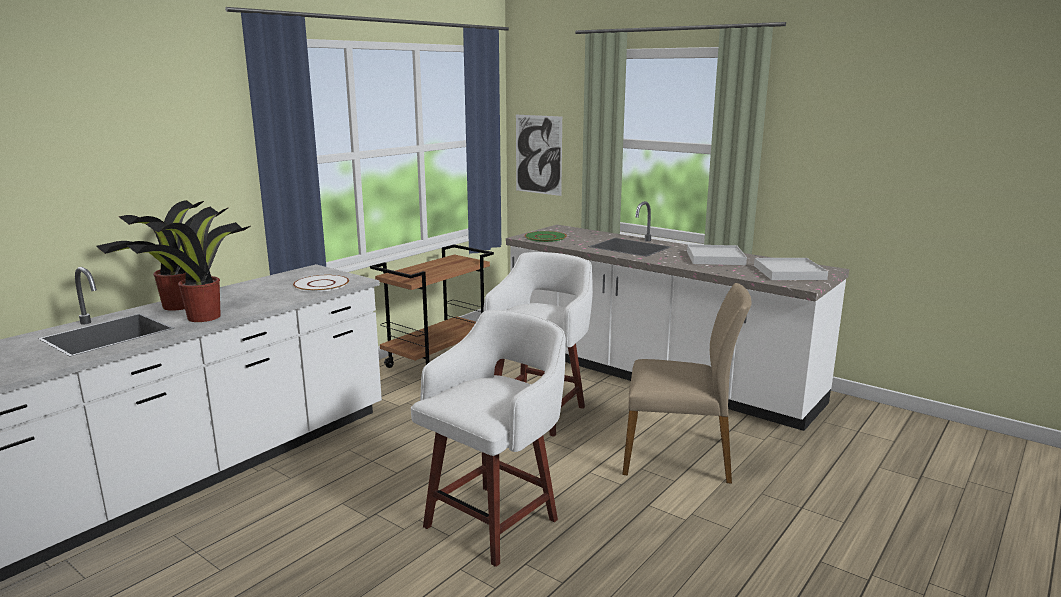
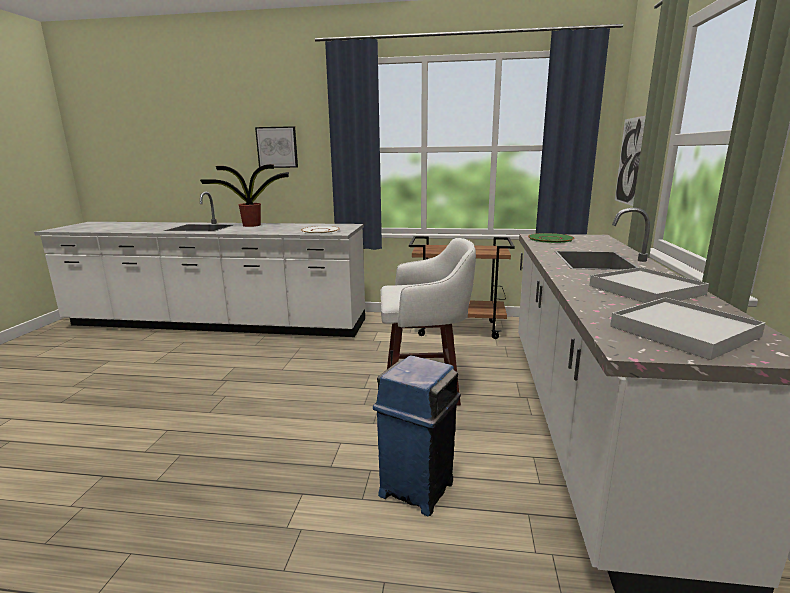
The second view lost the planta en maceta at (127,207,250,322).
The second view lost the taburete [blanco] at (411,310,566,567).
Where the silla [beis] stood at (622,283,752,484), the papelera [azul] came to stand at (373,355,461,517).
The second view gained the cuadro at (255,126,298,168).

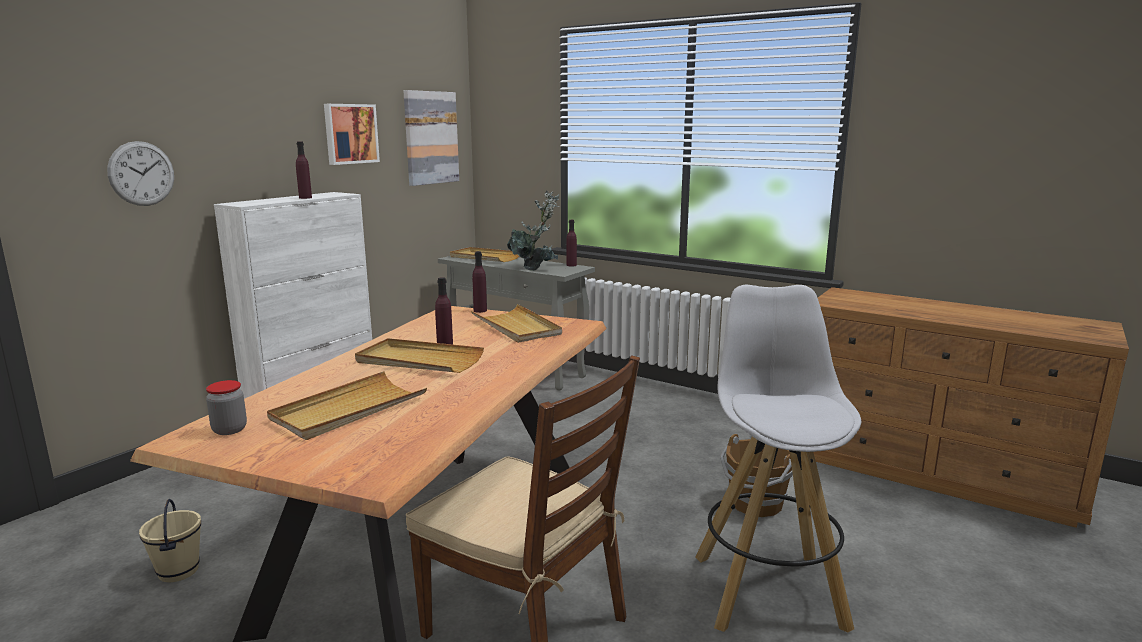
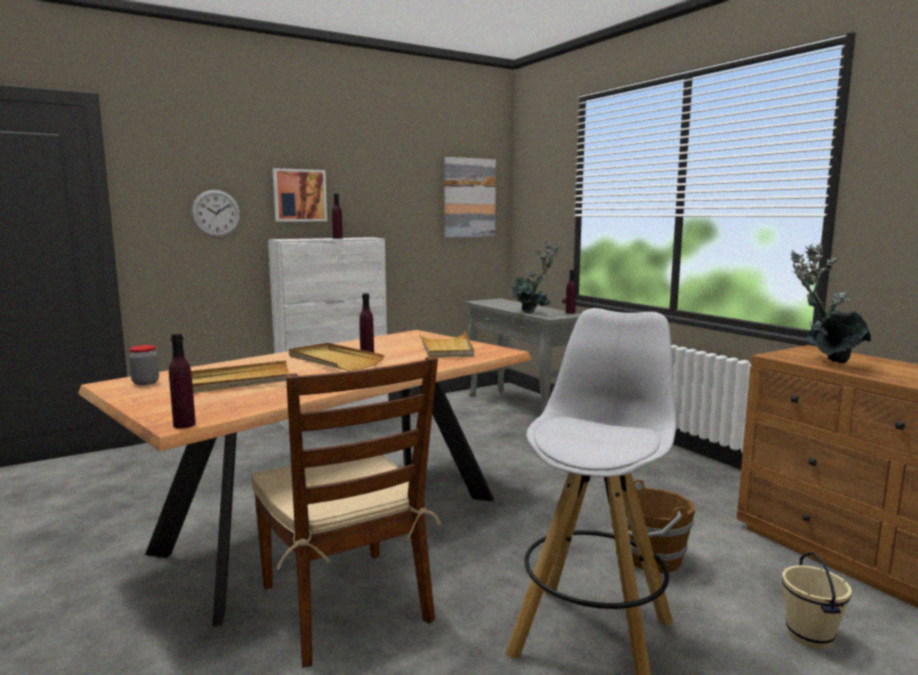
The cubo [beis] ended up elsewhere, having gone from (139,499,201,582) to (782,552,852,649).
The cuadro ended up elsewhere, having gone from (324,104,380,165) to (273,168,327,222).
The second view lost the bandeja [beis] at (450,247,519,262).
The botella [morado] ended up elsewhere, having gone from (472,251,487,313) to (169,333,196,429).
The second view gained the planta en maceta at (790,243,871,363).

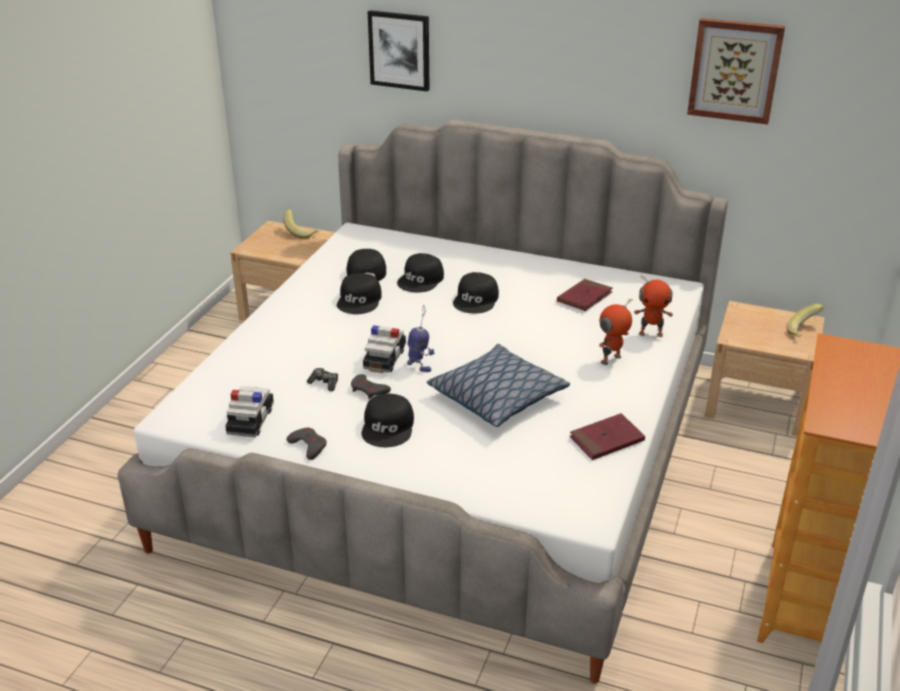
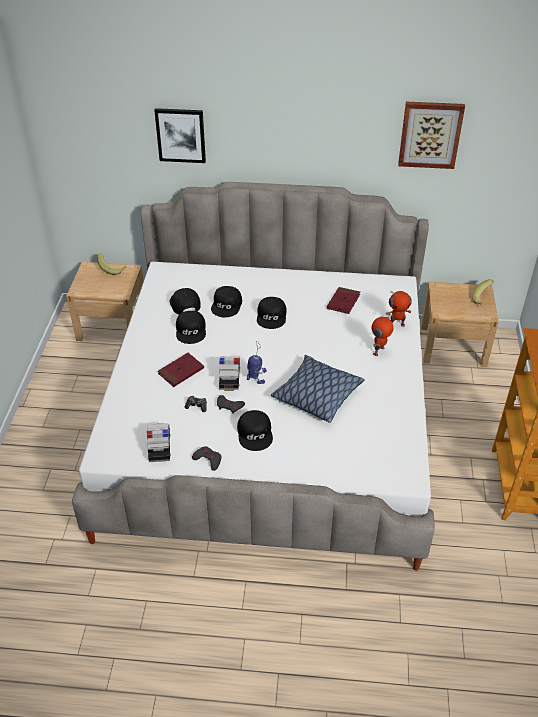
The libro [rojo] ended up elsewhere, having gone from (570,413,645,460) to (158,353,204,387).

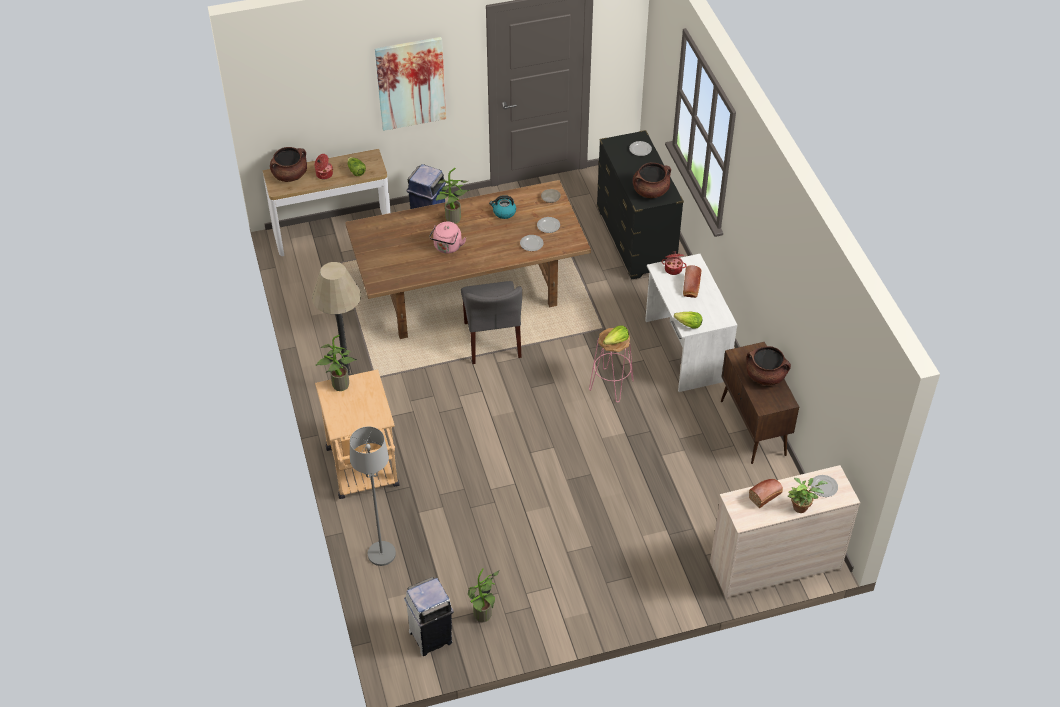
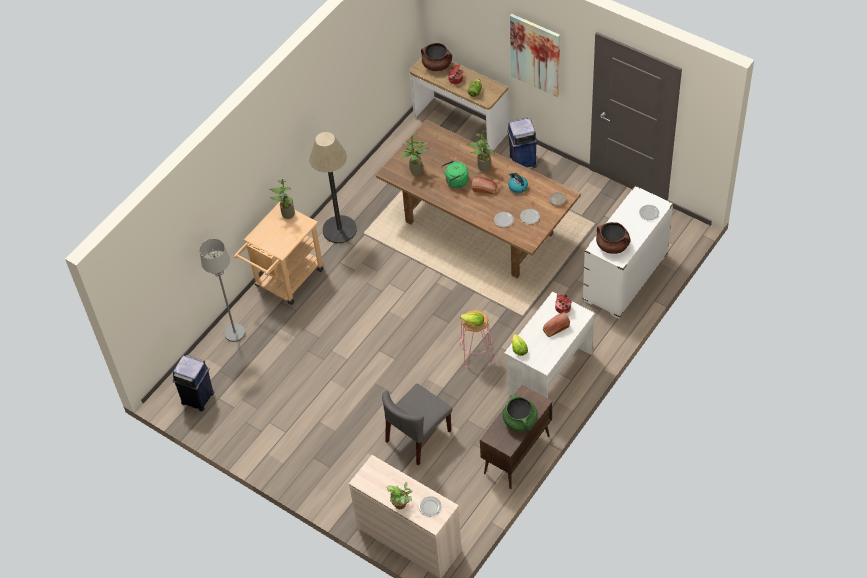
What was the papelera [blanco] at (404,577,454,656) turned into the papelera [azul] at (172,355,214,411).
What was the hervidor [rosa] at (429,222,466,254) turned into the hervidor [verde] at (441,161,469,188).
The silla [gris] ended up elsewhere, having gone from (461,281,522,364) to (382,384,452,466).
The planta en maceta ended up elsewhere, having gone from (468,568,499,622) to (401,132,429,175).
What was the cómoda [negro] at (597,130,684,280) turned into the cómoda [blanco] at (582,185,674,319).
What was the olla [marrón] at (746,346,791,385) turned into the olla [verde] at (503,394,538,432).
The pan ended up elsewhere, having gone from (749,479,783,508) to (472,177,498,194).

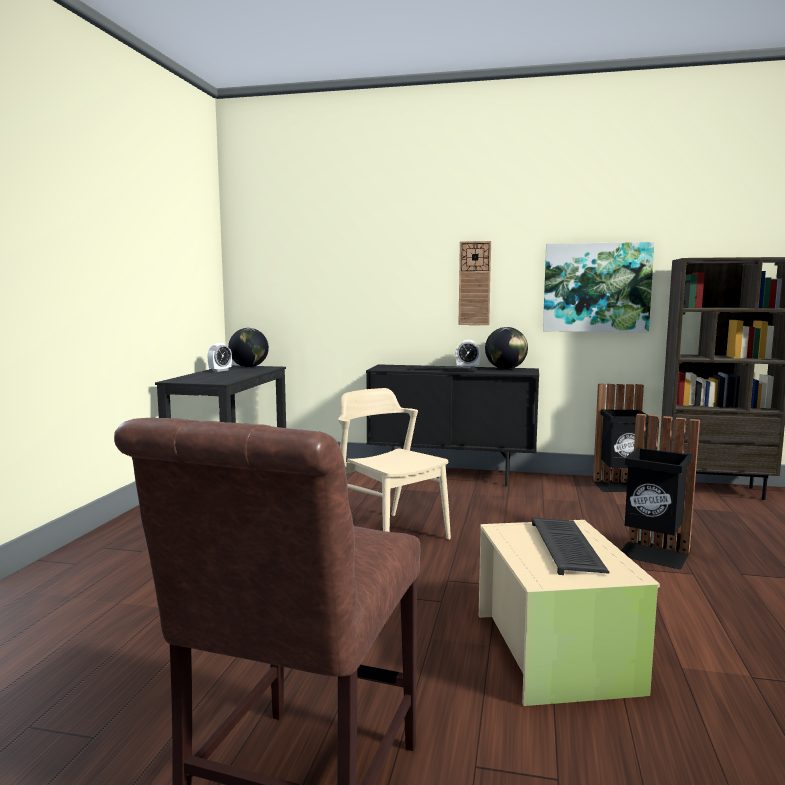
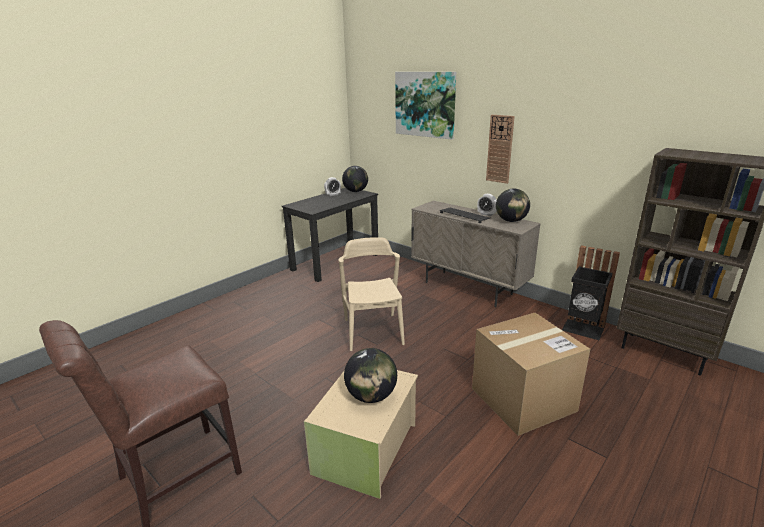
What was the armario [negro] at (366,364,539,486) turned into the armario [beis] at (411,201,541,307).
Where the teclado stood at (532,518,610,575), the globo terráqueo came to stand at (344,348,397,403).
The cuadro ended up elsewhere, having gone from (543,242,654,333) to (395,72,456,140).
Where the papelera [negro] stood at (621,413,700,570), the caja de cartón came to stand at (472,313,590,436).

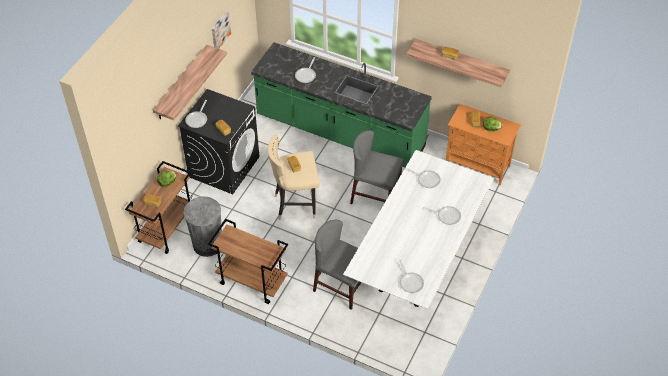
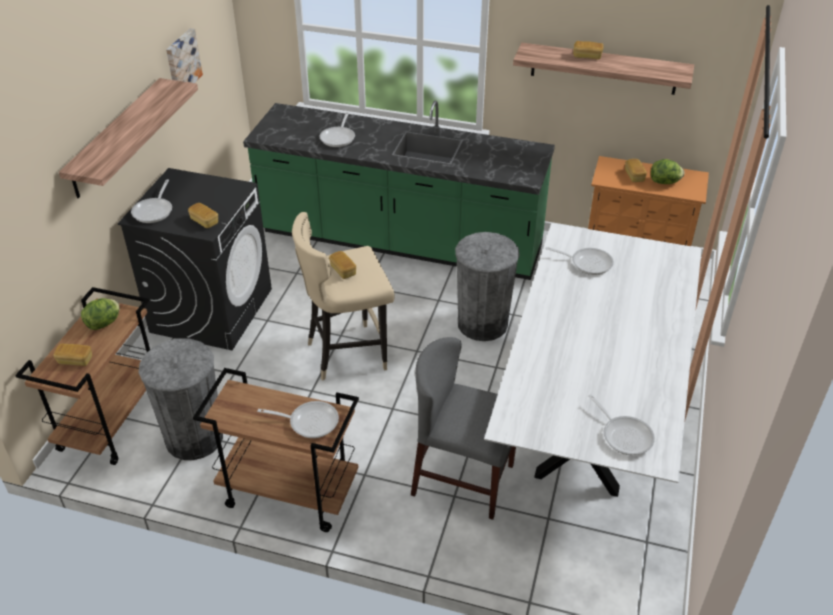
Where the silla [gris] stood at (350,130,404,204), the papelera [gris] came to stand at (455,232,520,341).
The sartén ended up elsewhere, having gone from (423,206,461,225) to (257,401,339,438).

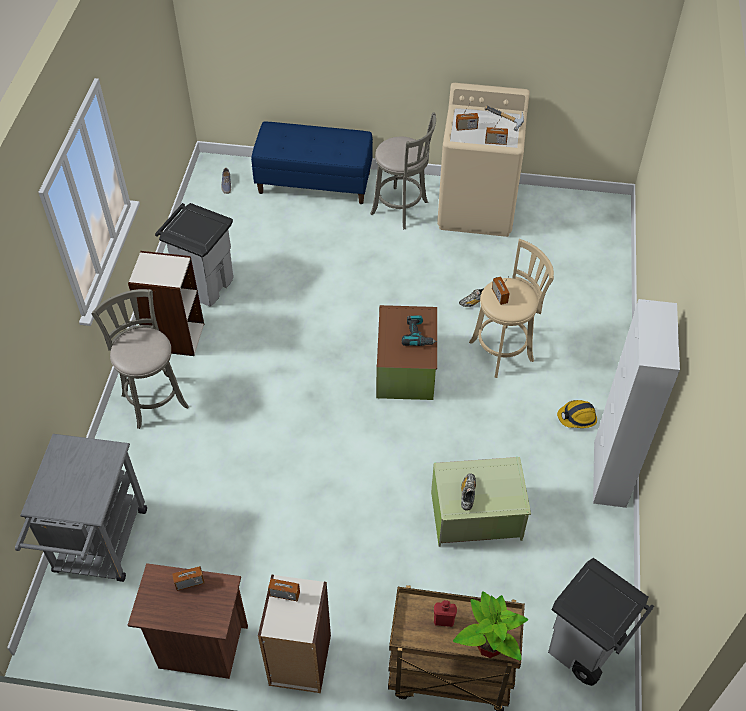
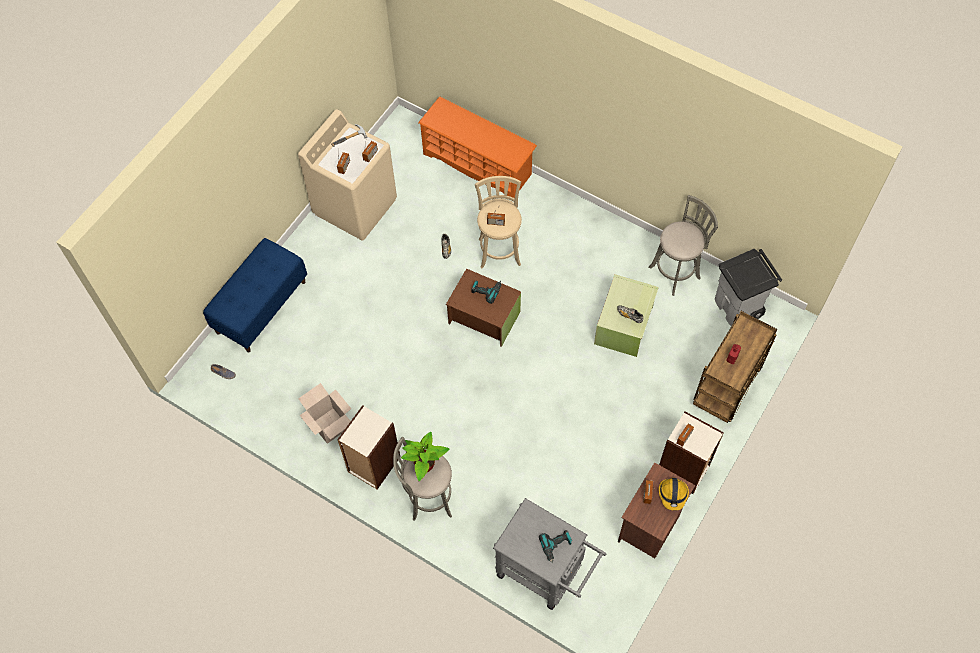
Where the papelera [gris] stood at (155,203,233,307), the caja de cartón came to stand at (298,383,351,444).
The taburete [gris] ended up elsewhere, having gone from (370,112,436,229) to (649,195,718,296).
The planta en maceta ended up elsewhere, having gone from (453,591,528,661) to (401,432,449,481).
The casco ended up elsewhere, having gone from (557,400,597,428) to (658,478,689,511).
The second view lost the armario [blanco] at (593,299,680,508).
The second view gained the zapatero [naranja] at (418,97,537,198).
The second view gained the taladro at (539,530,572,563).

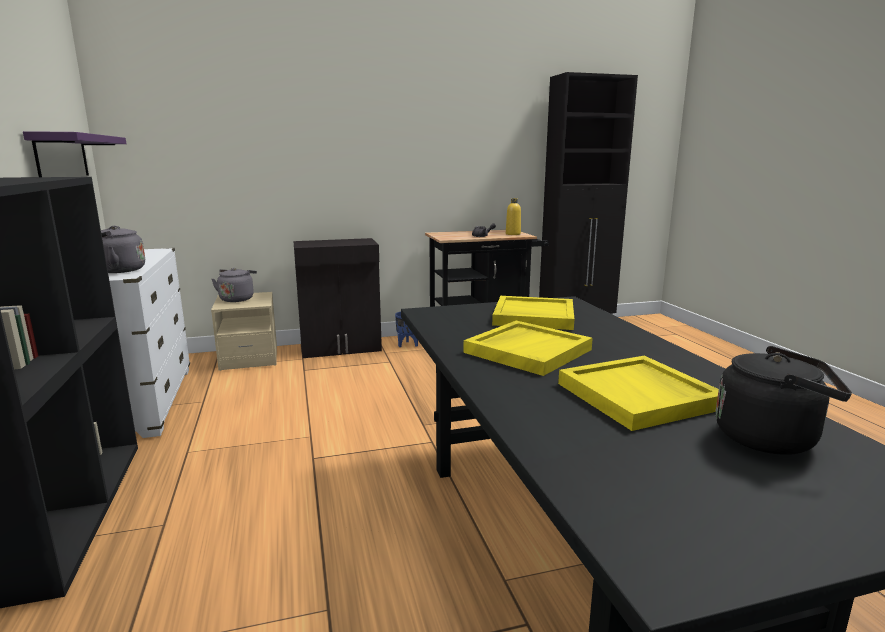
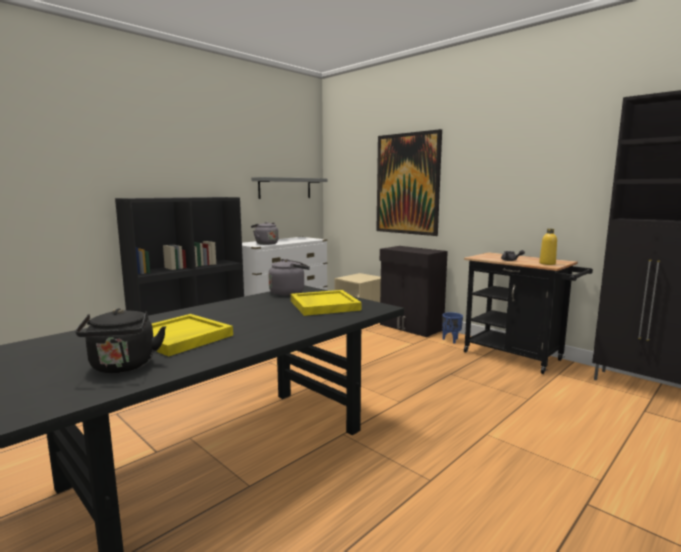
What was the estante [morado] at (23,131,126,177) turned into the estante [gris] at (251,177,328,199).
The hervidor [gris] ended up elsewhere, having gone from (211,268,257,302) to (268,259,310,296).
The second view lost the bandeja [amarillo] at (464,321,593,376).
The second view gained the cuadro at (376,129,442,236).

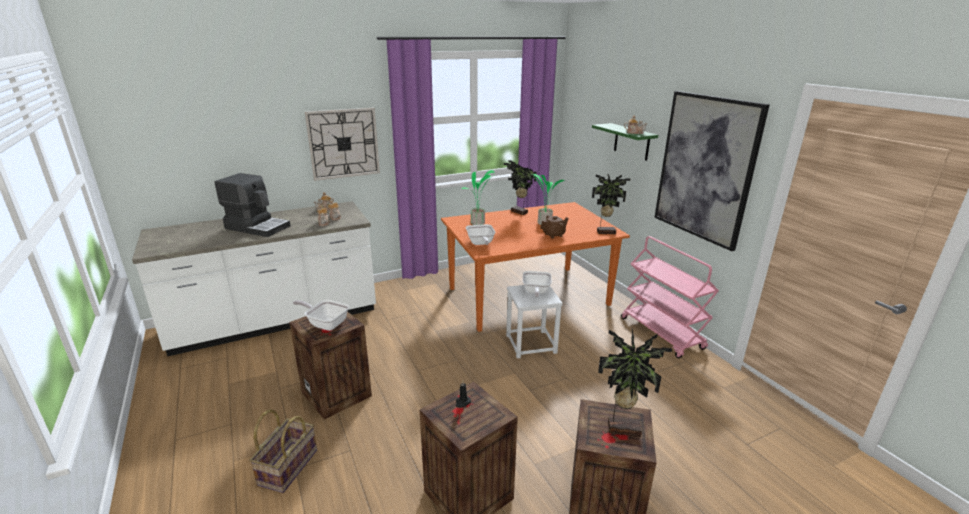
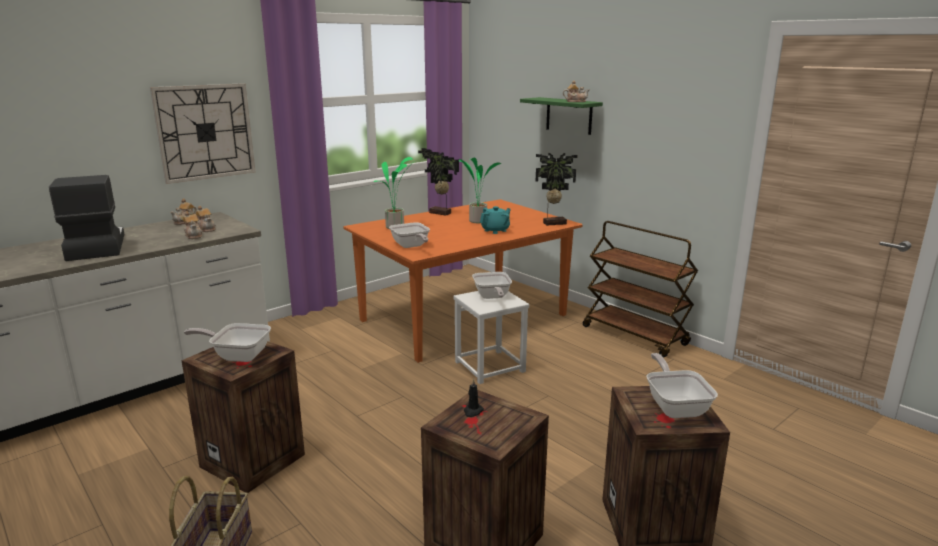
The cafetera at (214,173,291,237) ended up facing another way, 120 degrees counterclockwise from before.
What was the tetera [marrón] at (540,215,569,238) turned into the tetera [turquesa] at (480,206,511,234).
Where the planta en maceta stood at (598,329,672,437), the sartén came to stand at (646,353,718,418).
What was the carrito [rosa] at (621,236,719,358) turned into the carrito [marrón] at (583,221,698,358).
The second view lost the cuadro at (654,91,770,251).

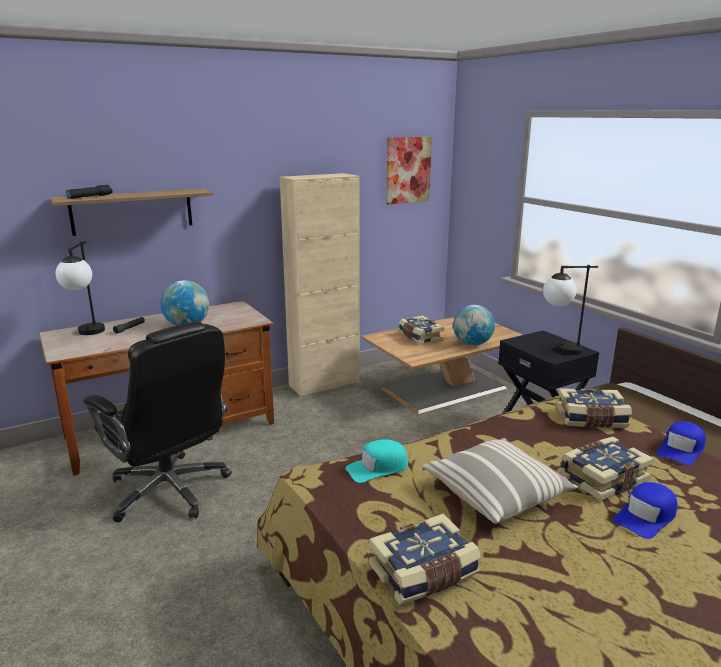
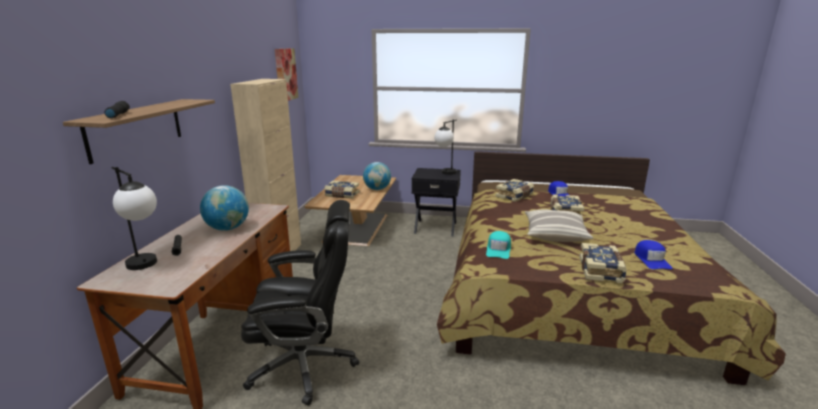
The gorra [azul] ended up elsewhere, having gone from (613,482,677,539) to (634,240,673,269).

